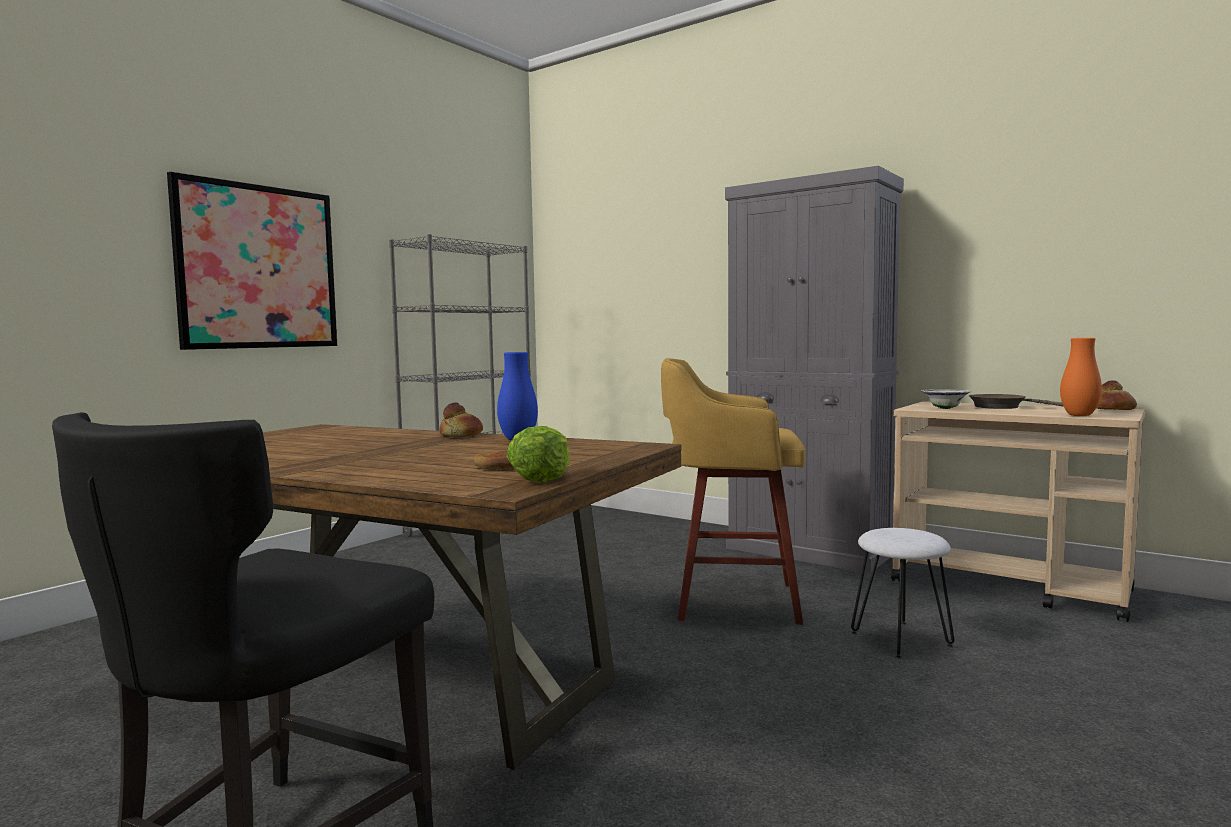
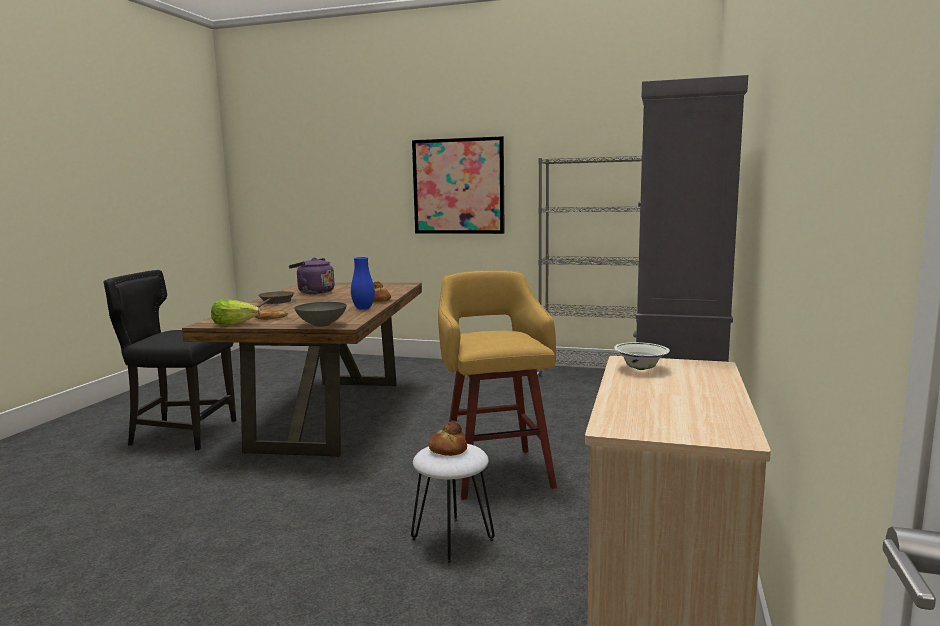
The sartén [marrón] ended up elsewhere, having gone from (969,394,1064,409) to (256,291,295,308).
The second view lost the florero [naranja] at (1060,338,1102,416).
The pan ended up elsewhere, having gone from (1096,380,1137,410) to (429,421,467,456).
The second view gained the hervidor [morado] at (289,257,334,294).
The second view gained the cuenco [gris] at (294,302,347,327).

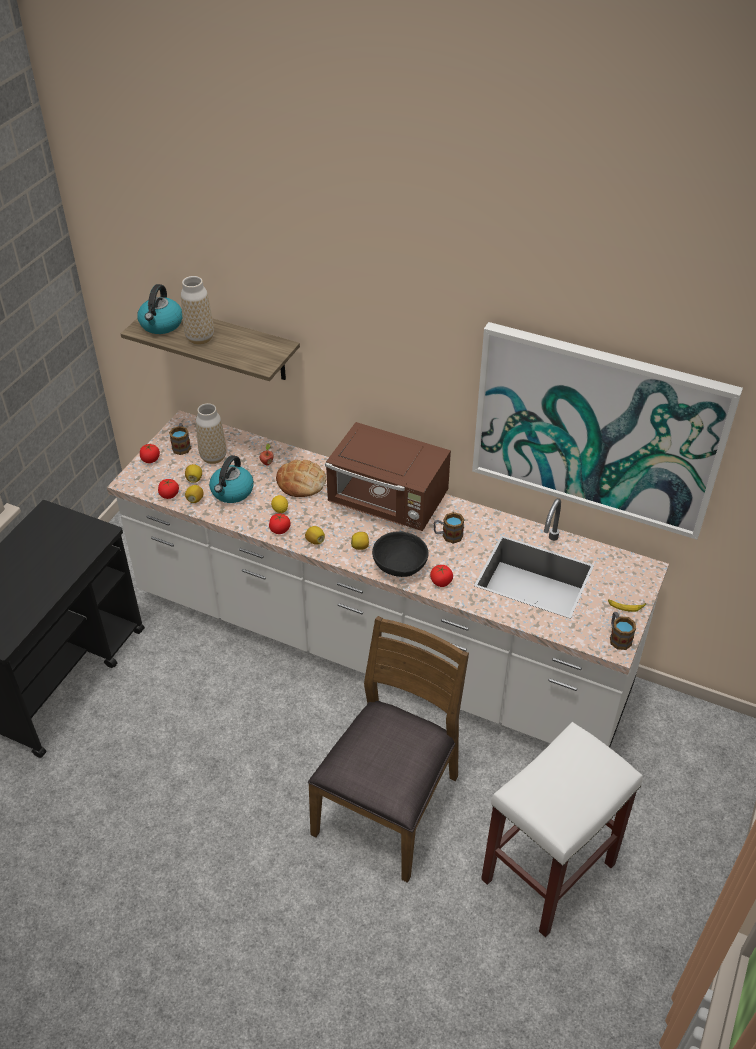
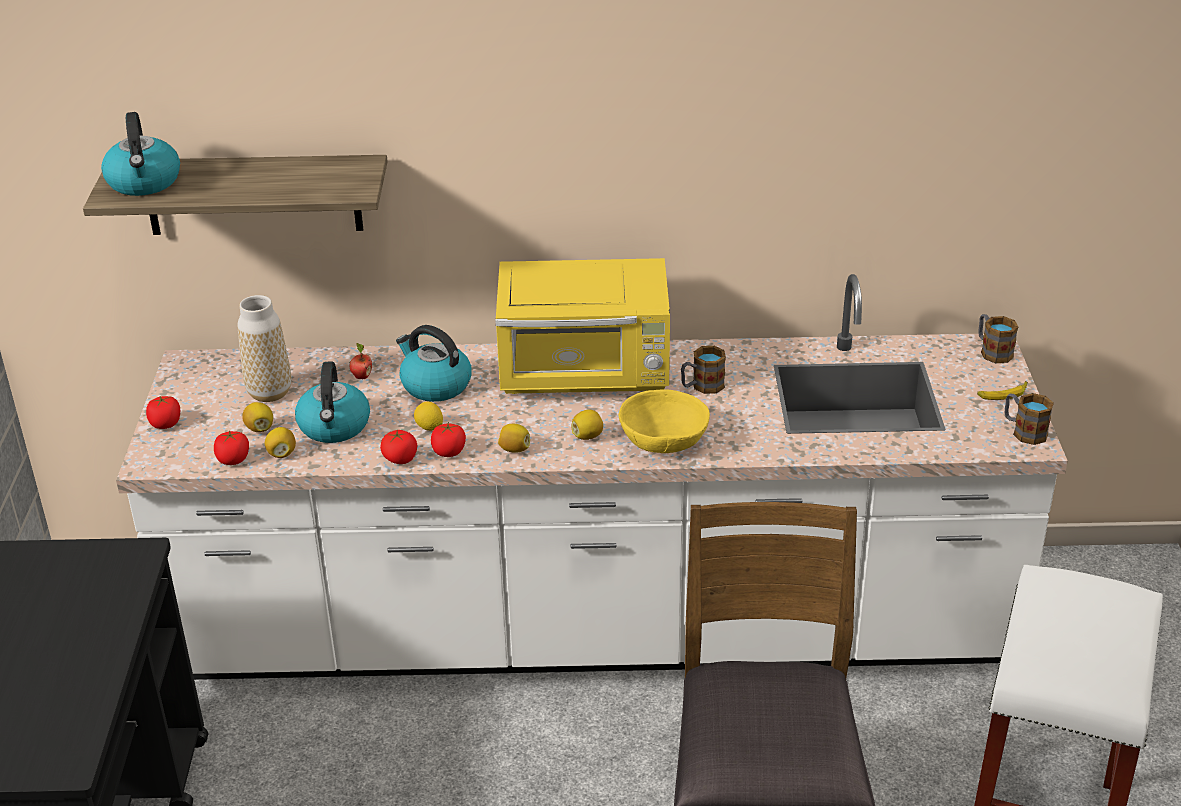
The taza grande ended up elsewhere, having gone from (169,423,191,455) to (978,314,1018,363).
The second view lost the florero at (181,276,214,345).
Where the pan stood at (276,460,326,497), the hervidor came to stand at (396,325,472,402).
What was the microondas [marrón] at (325,422,451,531) turned into the microondas [amarillo] at (495,258,670,394).
What was the cuenco [negro] at (372,531,429,577) turned into the cuenco [amarillo] at (619,389,710,453).
The tomate ended up elsewhere, having gone from (430,565,453,587) to (380,430,417,464).
The second view lost the cuadro at (472,322,743,540).

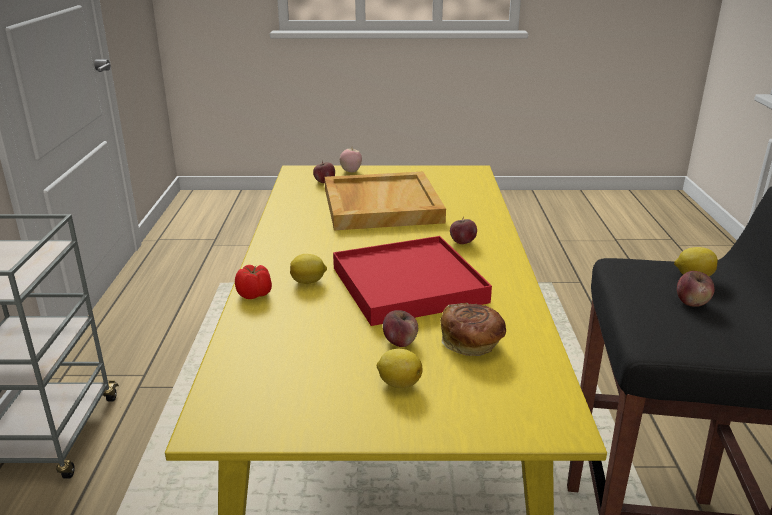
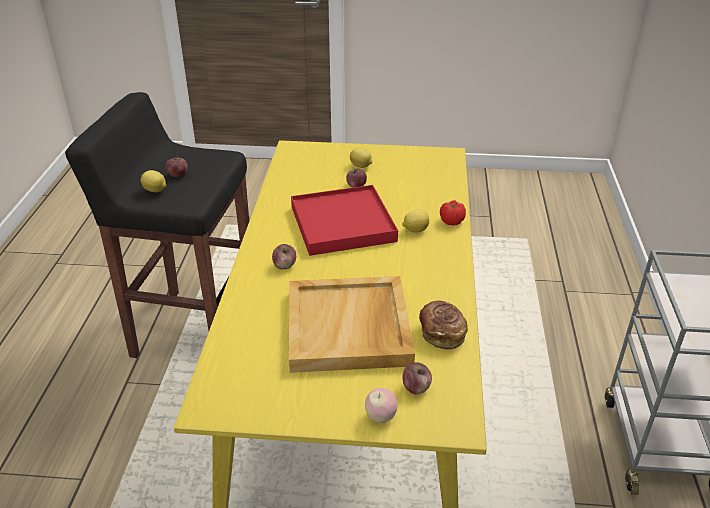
The pan ended up elsewhere, having gone from (440,303,506,356) to (419,301,468,350).

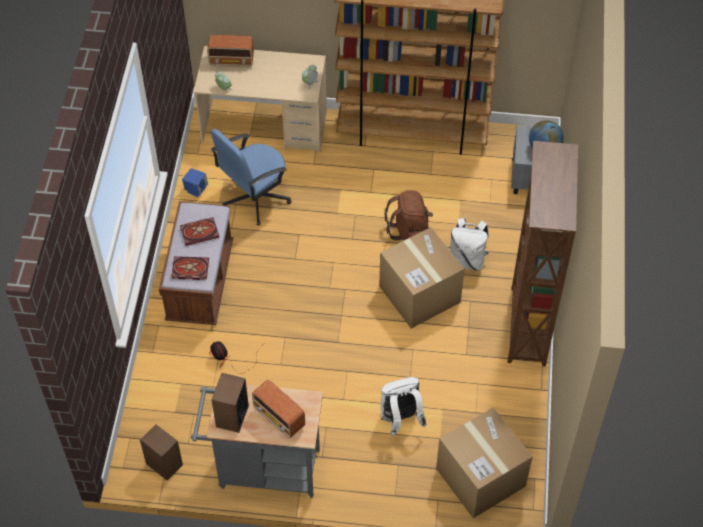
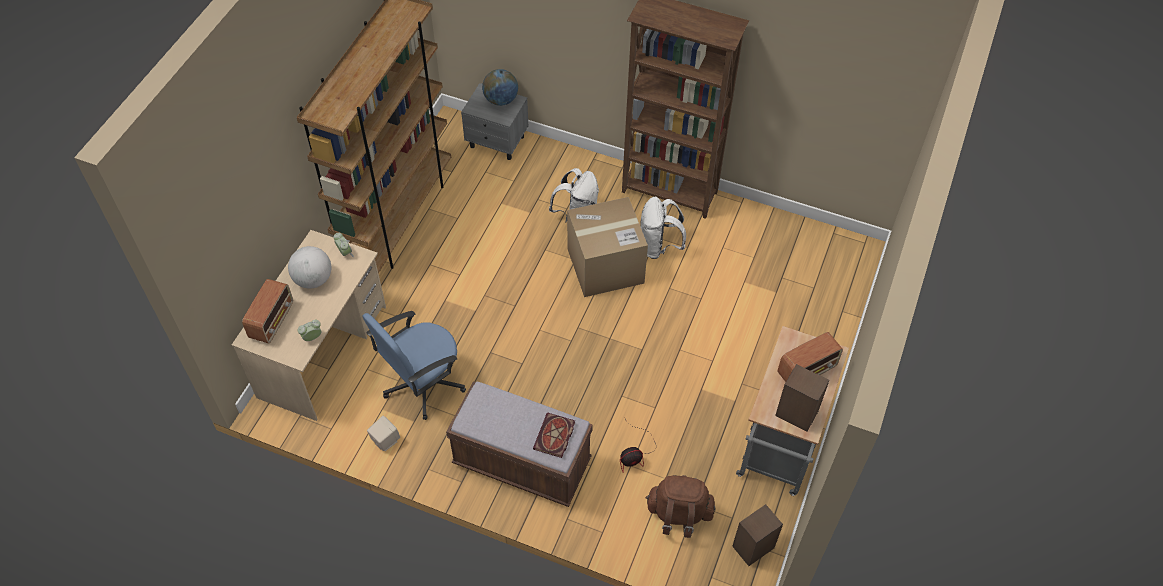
The second view lost the libro at (180,217,220,246).
What was the altavoz [azul] at (182,168,208,197) turned into the altavoz [beis] at (367,416,400,451).
The silla de oficina [azul] at (211,129,291,226) ended up facing another way, 75 degrees clockwise from before.
The mochila [blanco] ended up elsewhere, having gone from (381,377,427,436) to (640,197,686,259).
The mochila [marrón] ended up elsewhere, having gone from (384,190,433,240) to (646,475,716,538).
The second view lost the caja de cartón at (436,407,533,518).
The second view gained the globo terráqueo at (288,246,331,289).

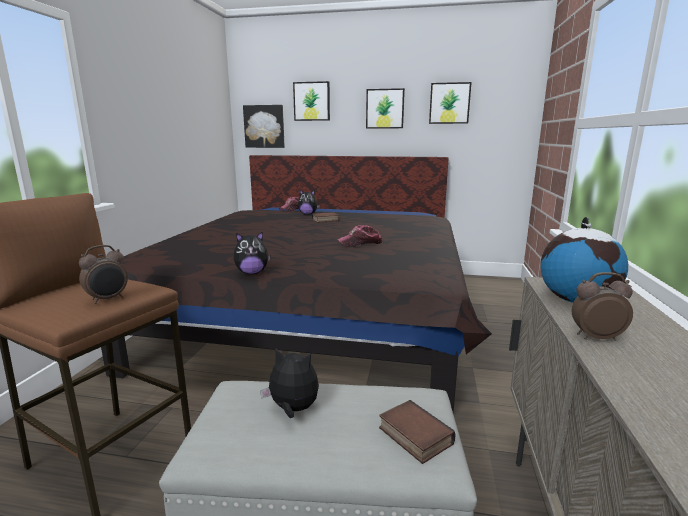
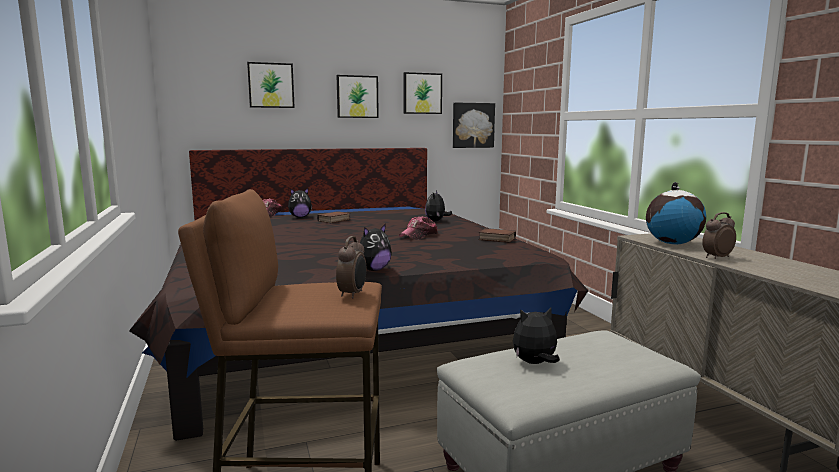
The cuadro ended up elsewhere, having gone from (243,105,285,148) to (453,102,495,148).
The libro ended up elsewhere, having gone from (379,400,456,464) to (479,228,516,243).
The second view gained the peluche at (425,190,452,221).

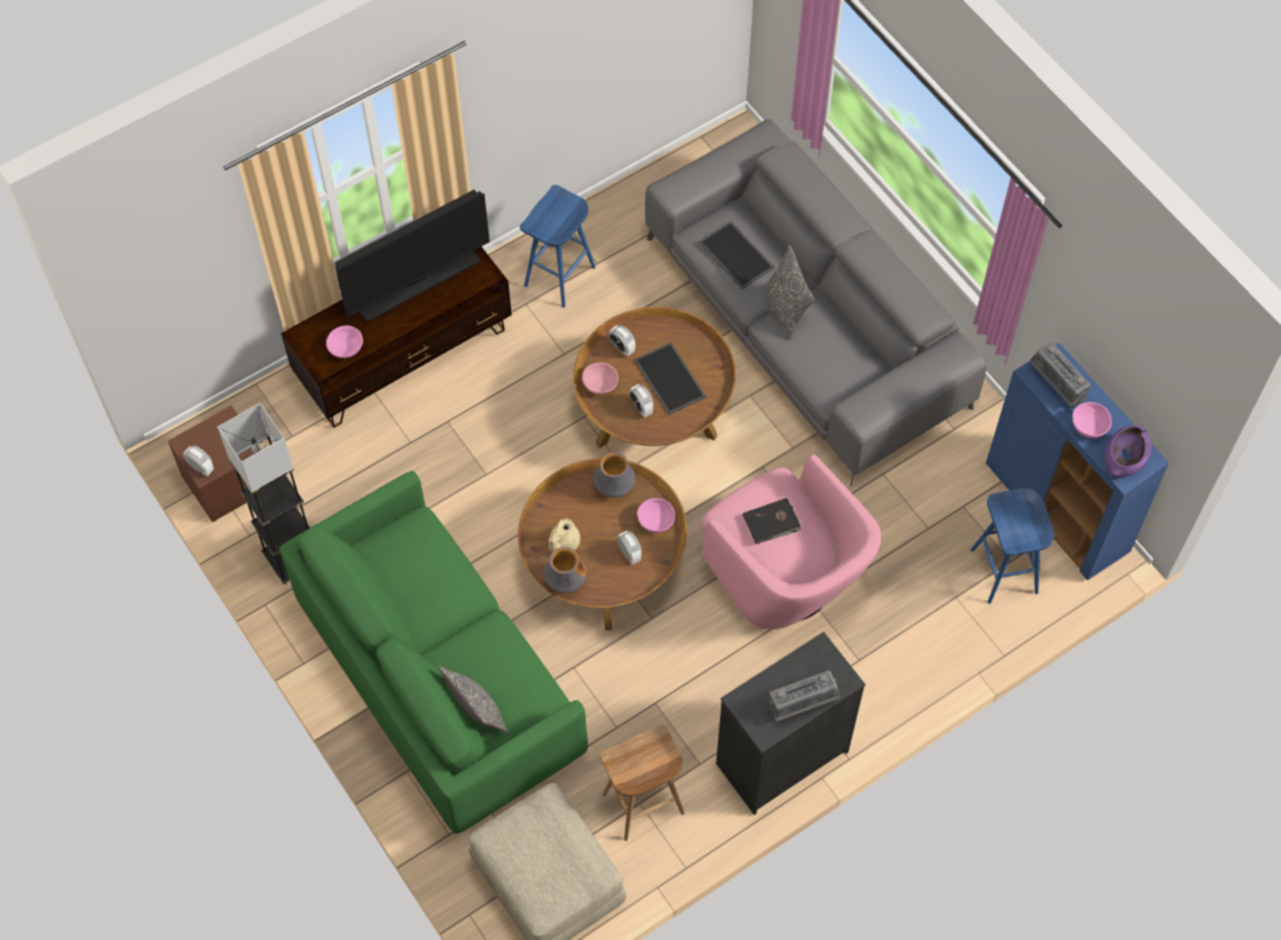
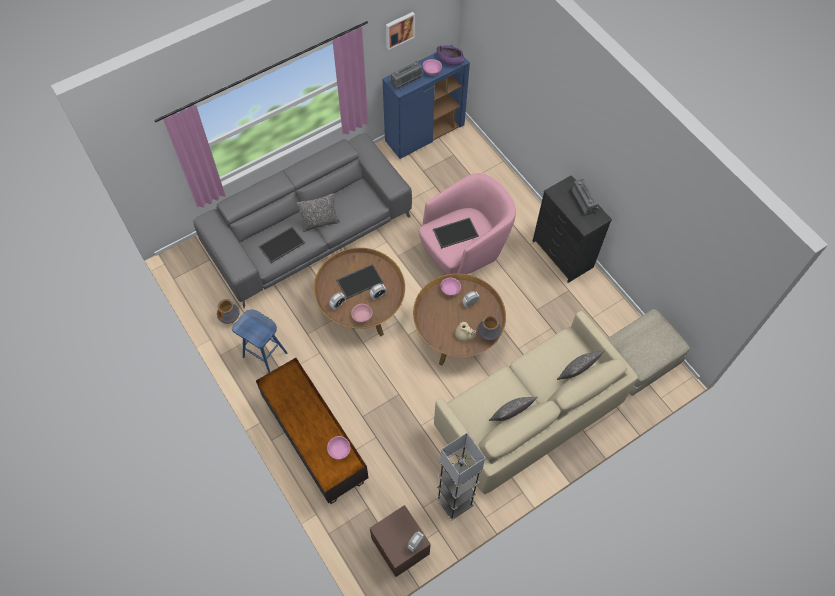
What was the sofá [verde] at (279,471,588,834) turned into the sofá [beis] at (434,311,638,494).
The second view lost the televisor at (335,190,490,322).
The florero ended up elsewhere, having gone from (593,452,635,497) to (217,299,240,324).
The second view lost the taburete [marrón] at (600,725,685,841).
Where the libro [negro] stood at (743,498,802,544), the bandeja came to stand at (433,218,479,248).
The second view lost the taburete [azul] at (971,488,1054,604).
The second view gained the cuadro at (386,12,415,50).
The second view gained the cojín at (489,396,537,421).

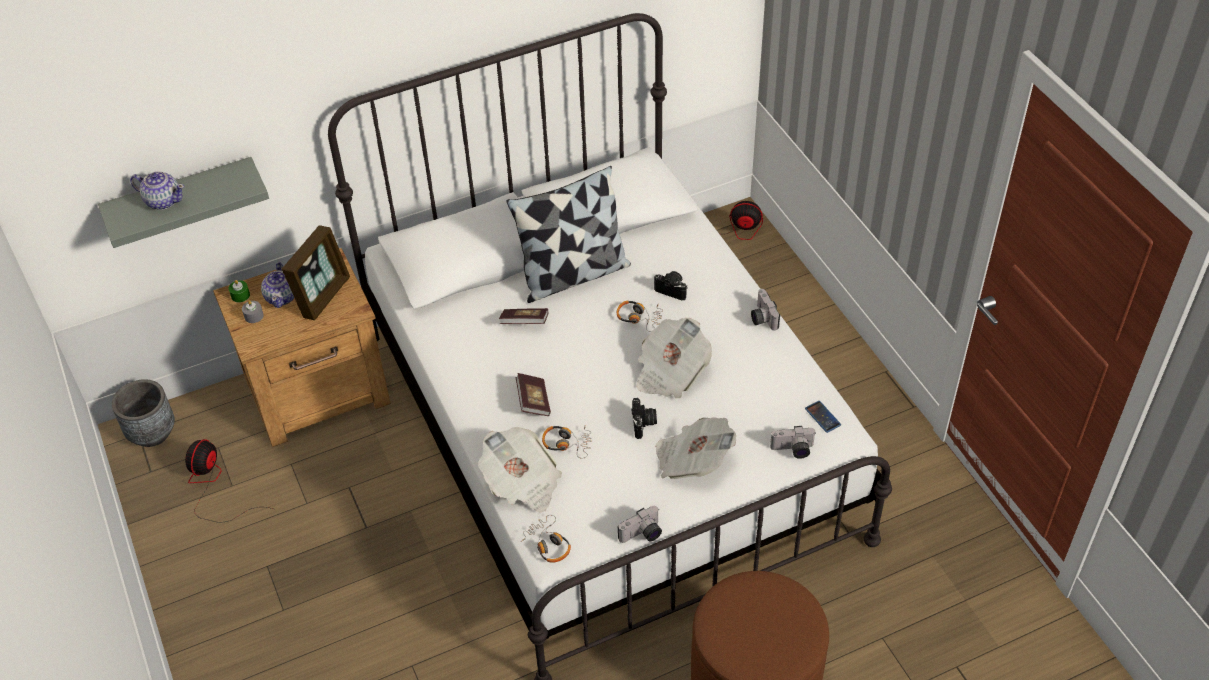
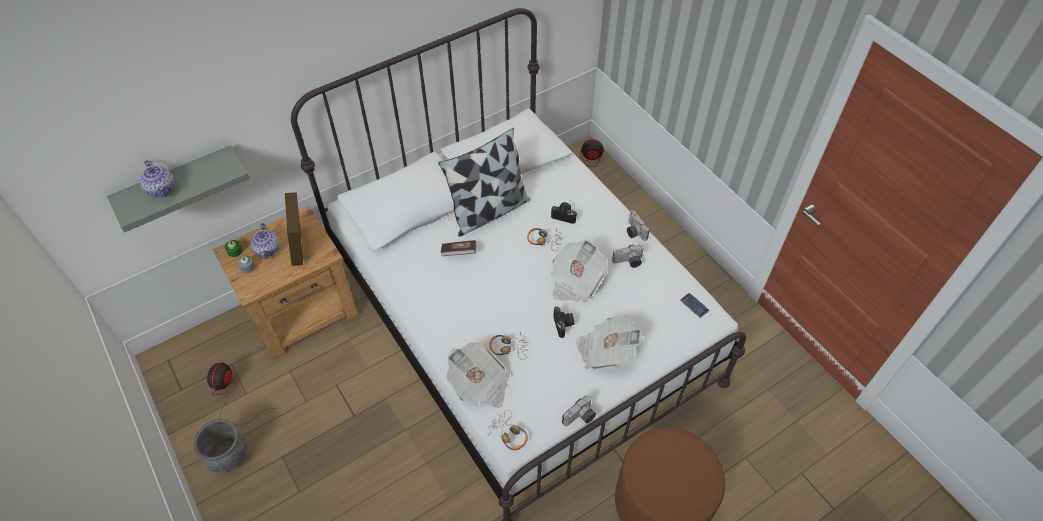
The maceta [gris] ended up elsewhere, having gone from (112,379,175,447) to (193,419,248,473).
The tetera at (130,171,185,210) ended up facing another way, 45 degrees clockwise from before.
The portarretratos at (282,225,350,320) ended up facing another way, 150 degrees clockwise from before.
The second view lost the libro at (516,373,551,416).
The cámara ended up elsewhere, having gone from (770,426,816,459) to (612,245,644,268).

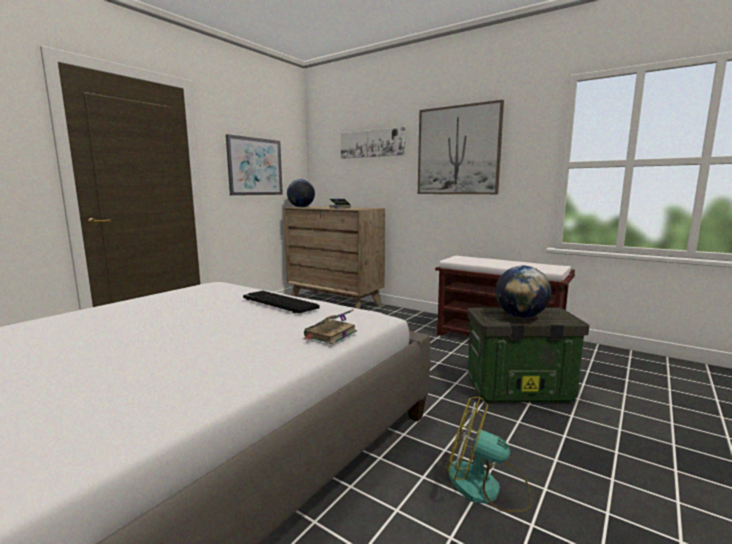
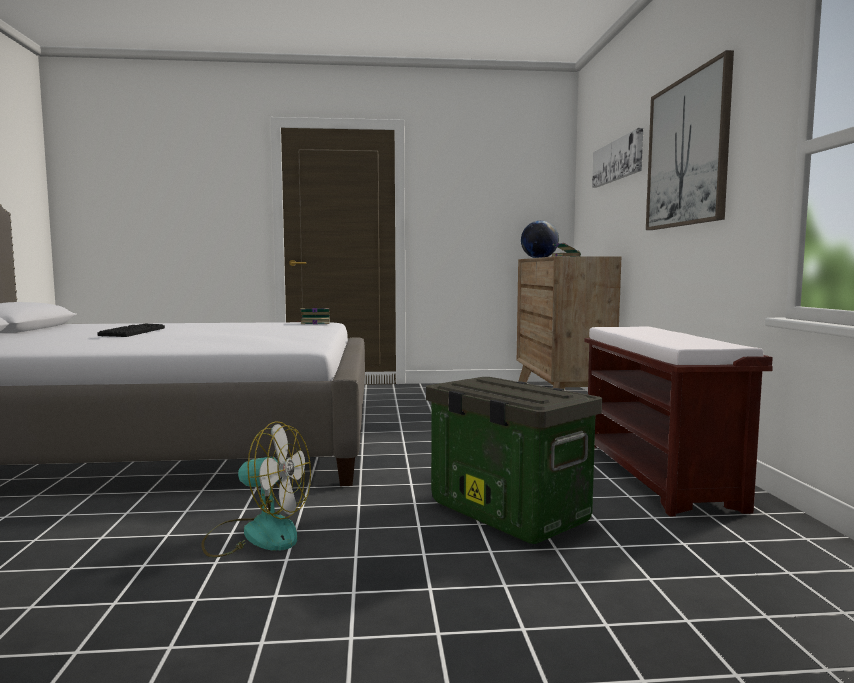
The second view lost the cuadro at (226,134,283,196).
The teclado ended up elsewhere, having gone from (243,291,319,313) to (98,324,165,337).
The libro ended up elsewhere, having gone from (303,309,357,344) to (296,308,330,324).
The ventilador at (447,397,532,512) ended up facing another way, 120 degrees clockwise from before.
The second view lost the globo terráqueo at (496,266,551,318).

